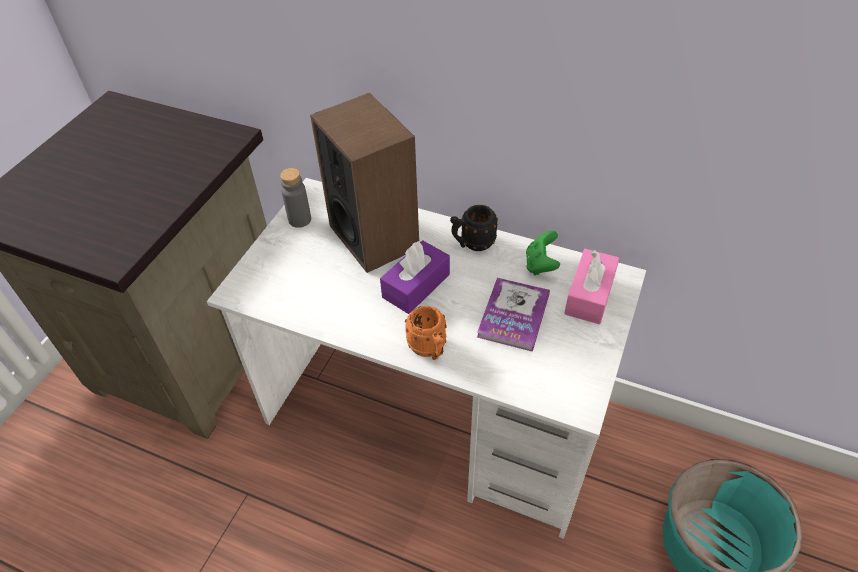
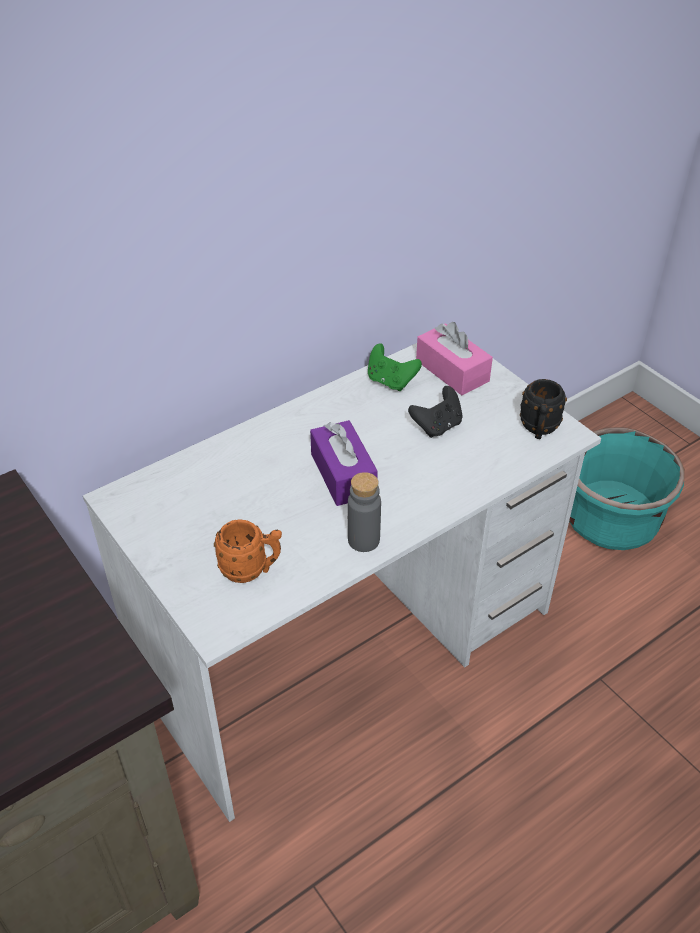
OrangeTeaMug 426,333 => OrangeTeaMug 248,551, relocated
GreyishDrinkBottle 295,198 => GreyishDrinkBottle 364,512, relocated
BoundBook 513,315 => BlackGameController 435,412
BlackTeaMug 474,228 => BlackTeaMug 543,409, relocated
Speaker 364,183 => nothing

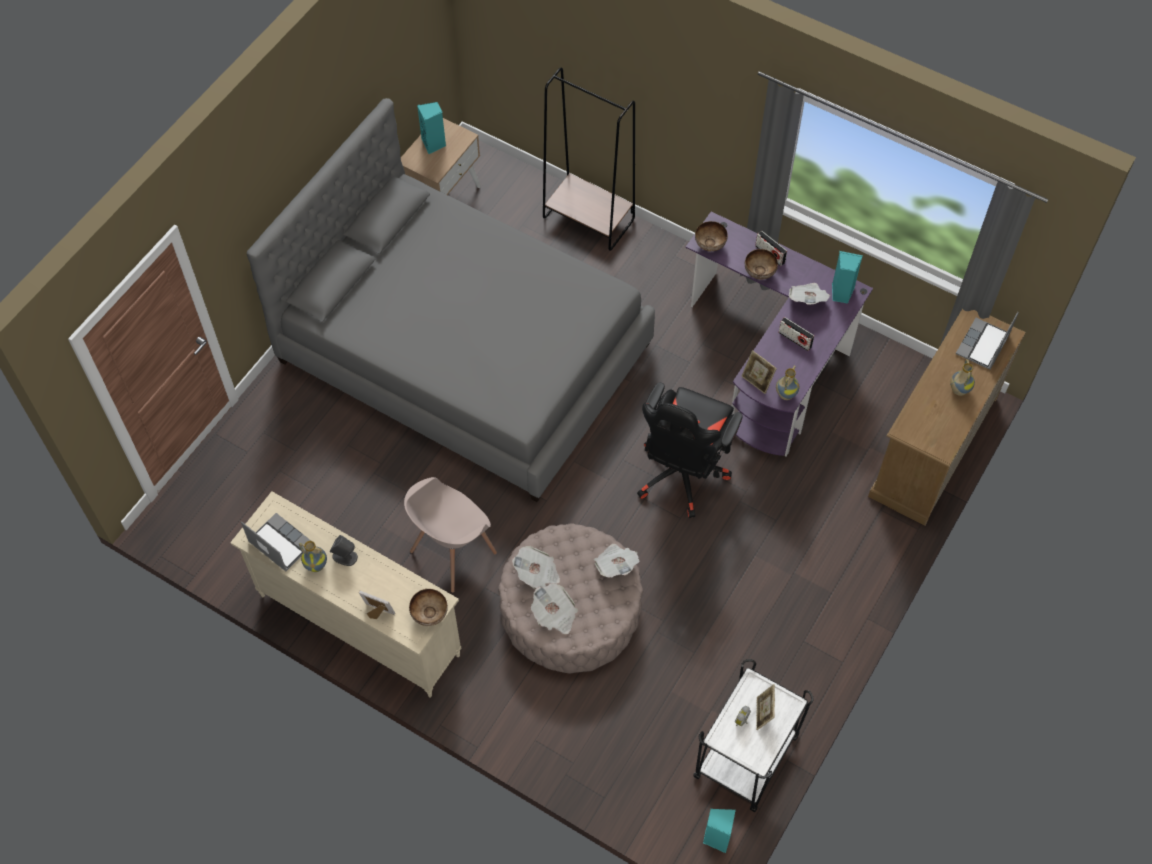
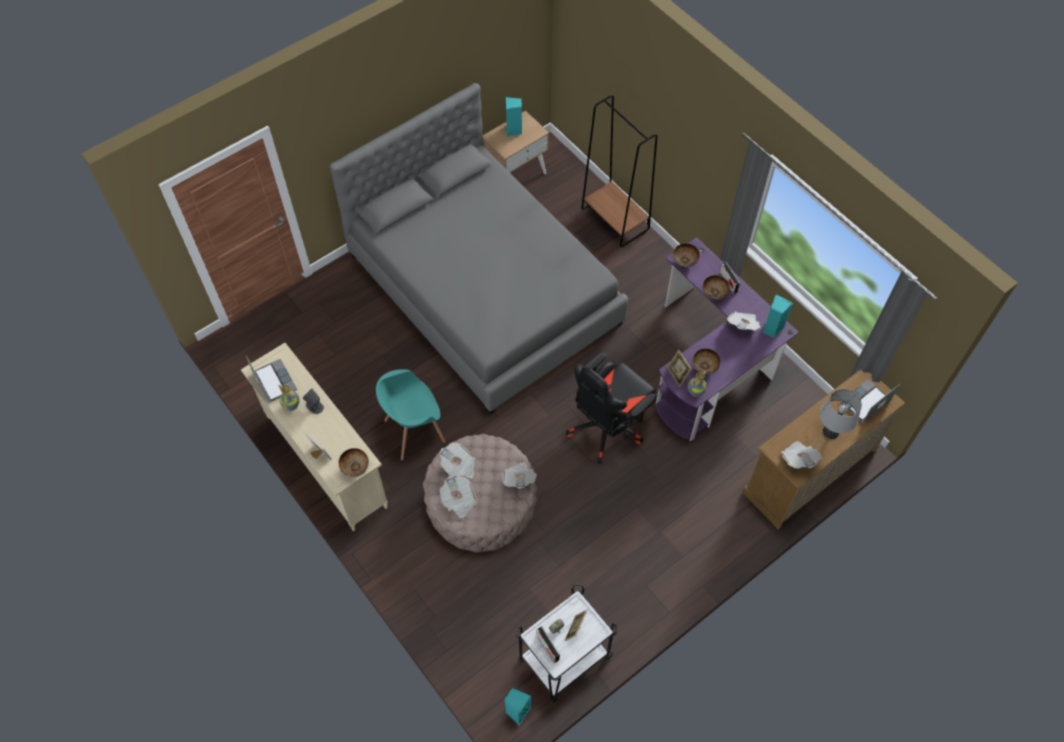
BeigeColouredUprightChair 450,534 => TurquoiseUprightChair 411,414
RadioReceiver 796,334 => RadioReceiver 548,644, relocated
nothing => Bowl 706,361
nothing => DailyPaper 801,455
FlowerVase 962,377 => GreyishTableLamp 841,414

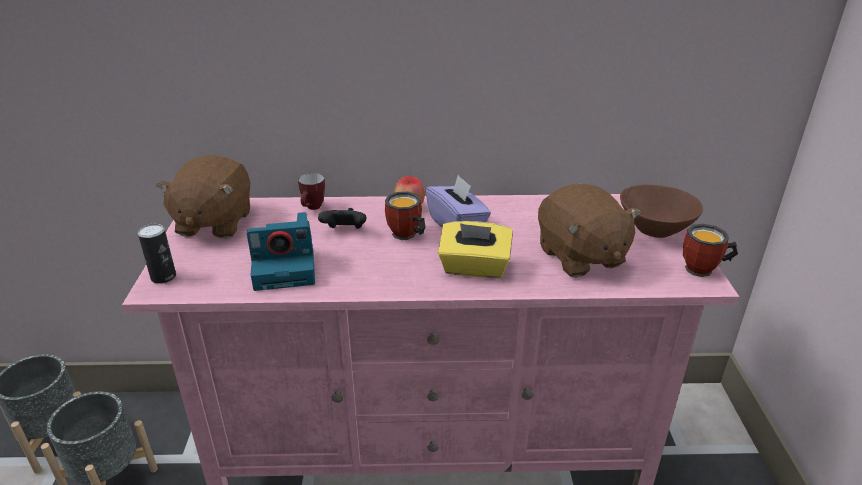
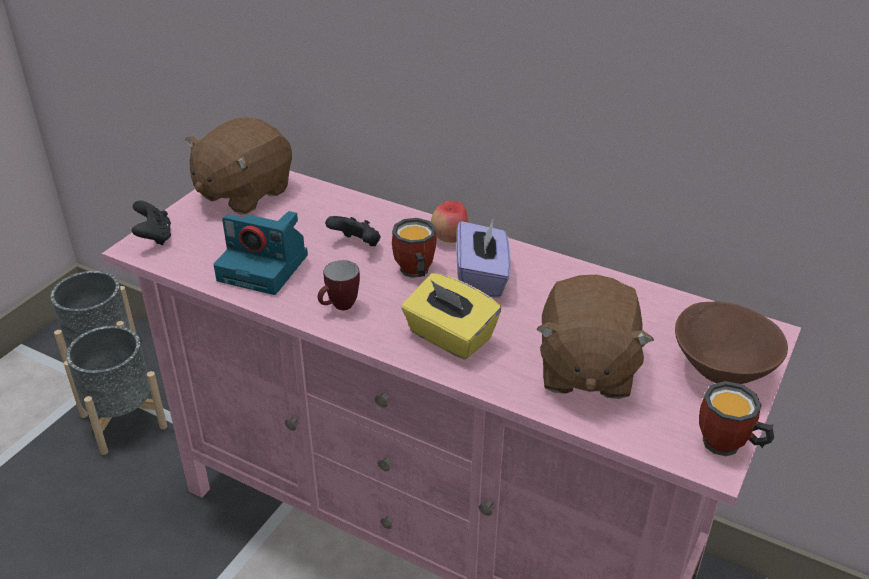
SealedCan 157,254 => BlackGameController 151,223
TeaMug 311,191 => TeaMug 339,285, relocated

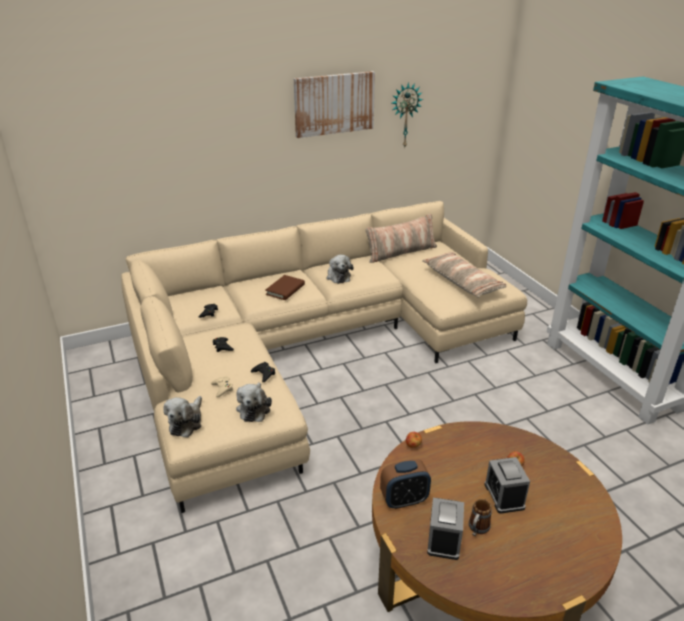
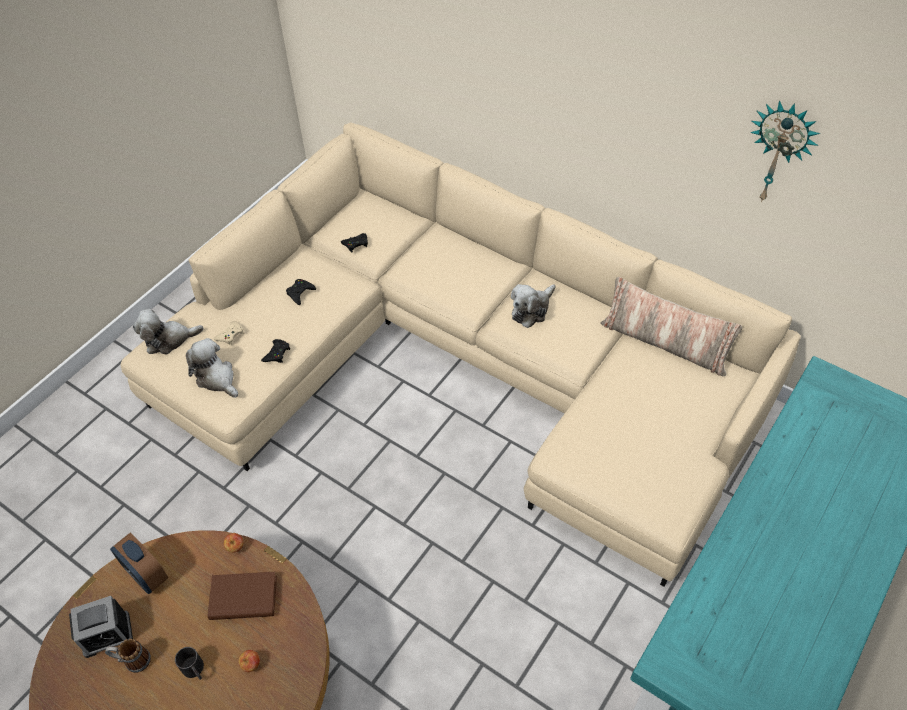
AlarmClock 507,485 => BlackTeaMug 189,663
SoftToy 254,402 => SoftToy 212,368, 75 degrees clockwise
BrownBoundBook 285,287 => BrownBoundBook 242,596, relocated
Picture 334,104 => nothing
Pillow 464,274 => nothing

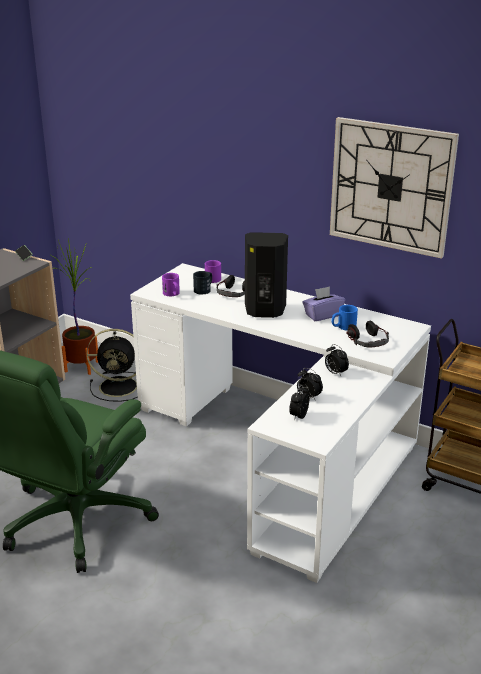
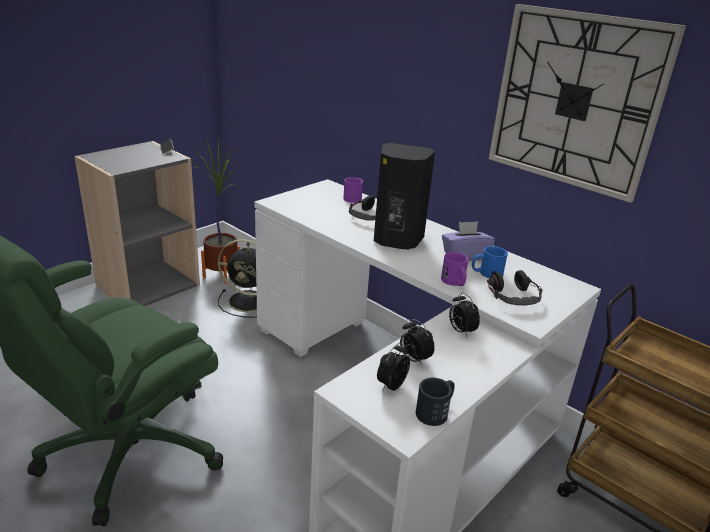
BlackTeaMug 202,282 => BlackTeaMug 435,402, relocated
PurplishTeaMug 171,284 => PurplishTeaMug 454,269, relocated

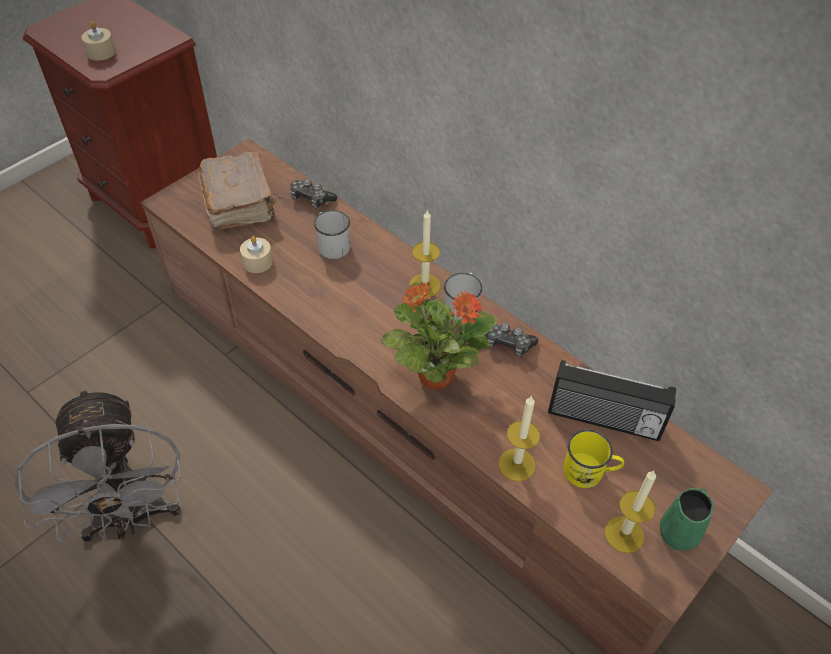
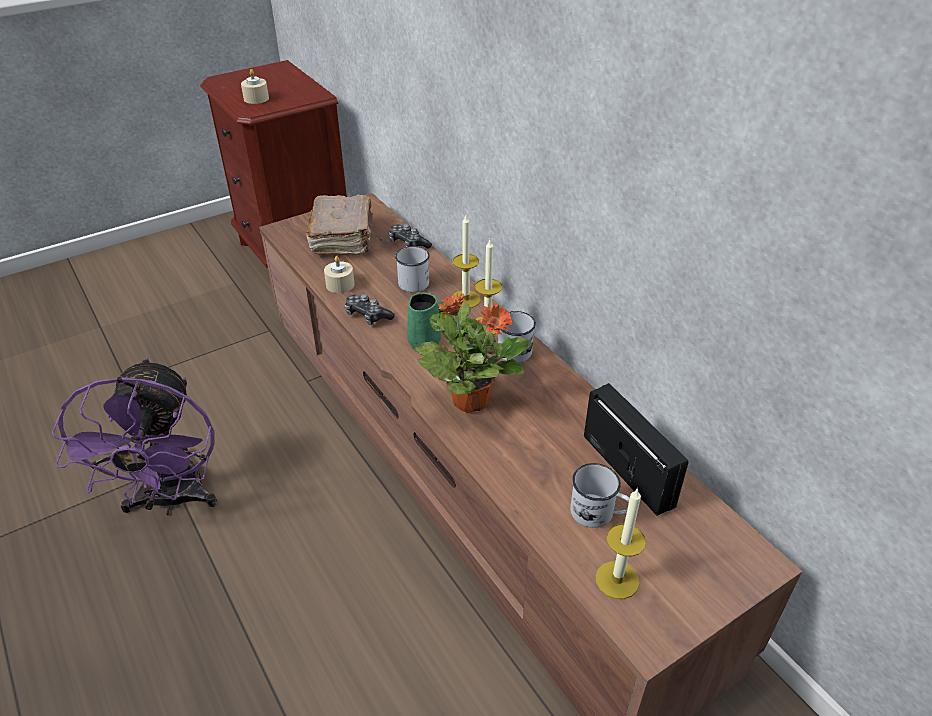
GreyishElectricFan 98,464 => PurplishElectricFan 135,436
GameController 512,340 => GameController 369,309, relocated
GreenishTeaMug 687,519 => GreenishTeaMug 425,320, relocated
WaxLight 519,438 => WaxLight 467,261, relocated
YellowishTeaMug 593,459 => WhitishTeaMug 600,495
RadioReceiver 612,400 => RadioReceiver 636,449, 150 degrees counterclockwise

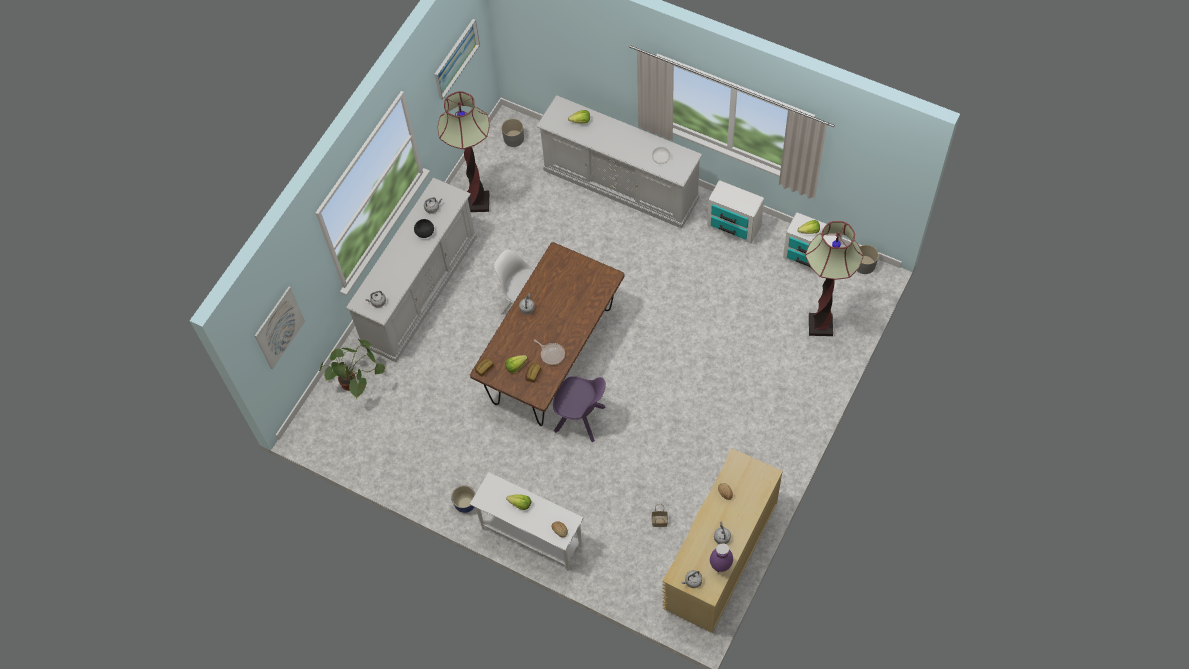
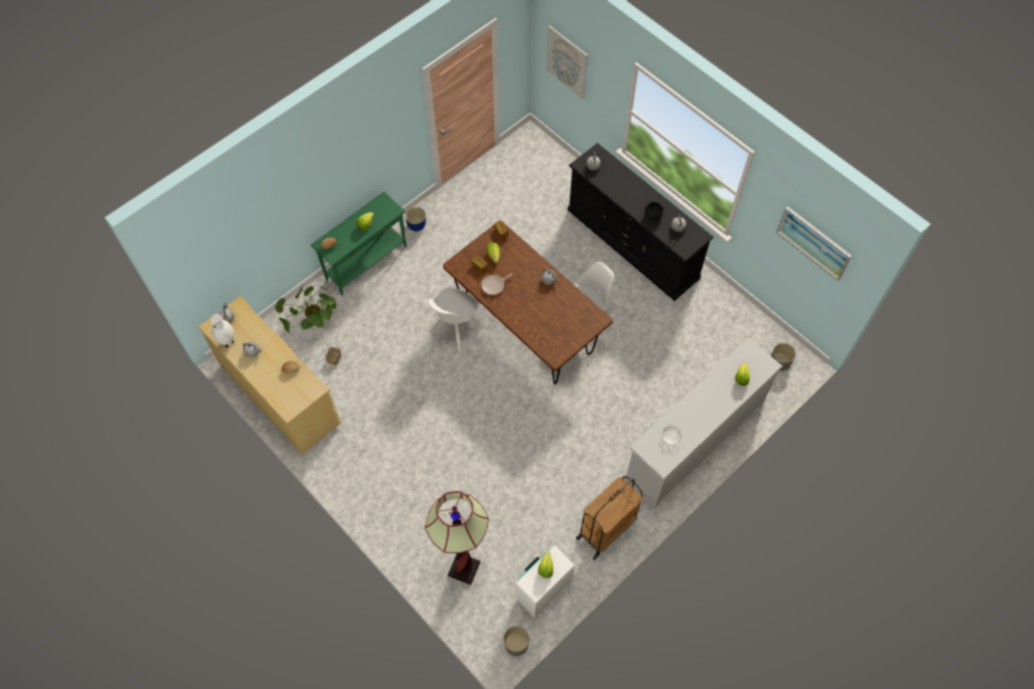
PurplishFlowerVase 721,558 => WhitishFlowerVase 222,330
PlantInAPot 352,369 => PlantInAPot 306,308, relocated
WhitishConsoleTable 527,521 => GreenishConsoleTable 359,243
PurplishUprightChair 579,409 => WhitishUprightChair 455,319
WhitishStorageCabinet 411,270 => BlackStorageCabinet 641,222
WhitishNightstand 735,211 => BrownTrolley 609,518
StandingLamp 463,151 => nothing

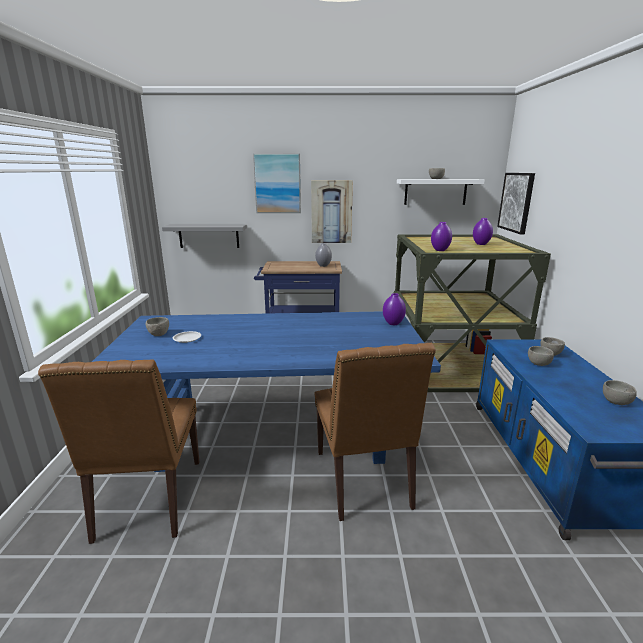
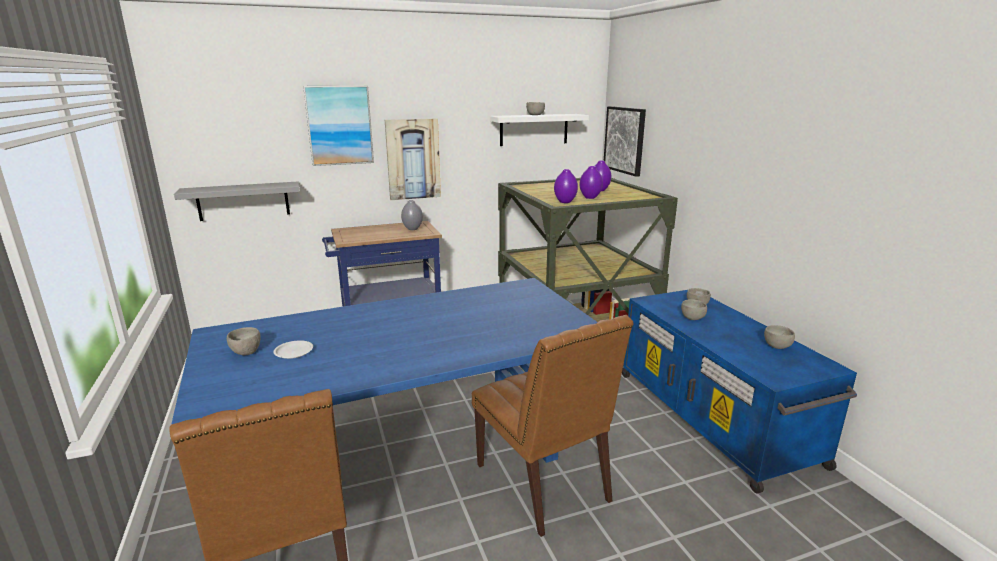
PurplishFlowerVase 394,309 => PurplishFlowerVase 591,182, relocated

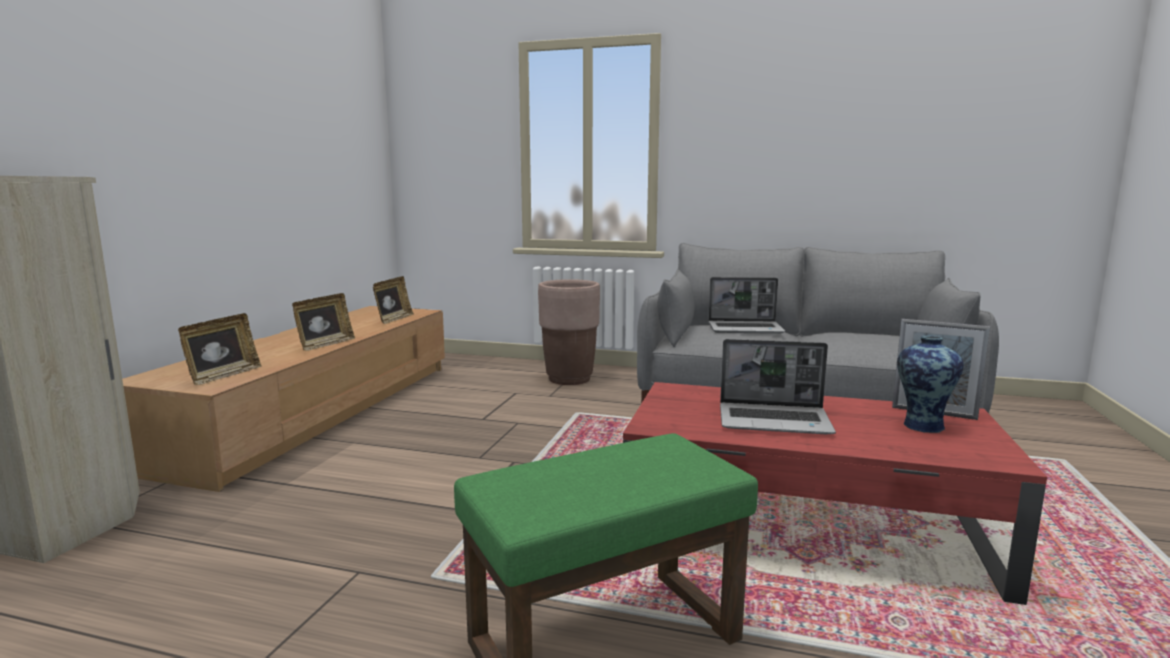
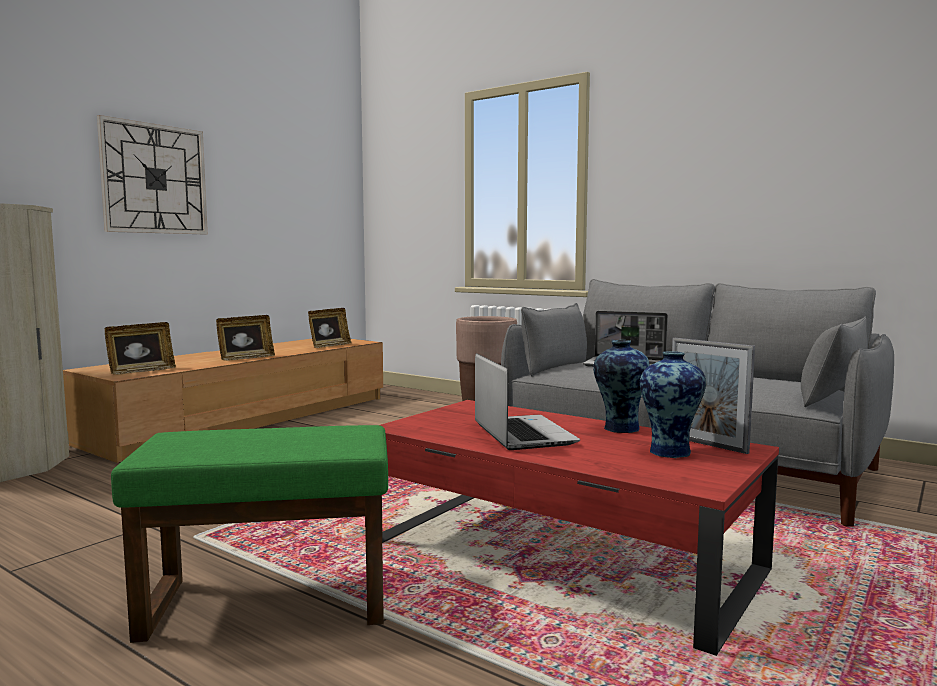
nothing => HangingClock 152,174
Laptop 778,386 => Laptop 527,401, 135 degrees counterclockwise
nothing => FlowerVase 621,386

